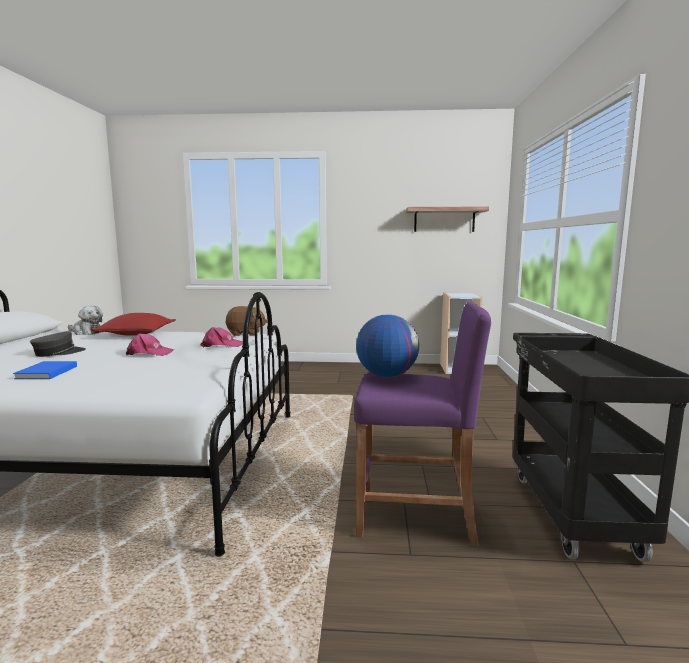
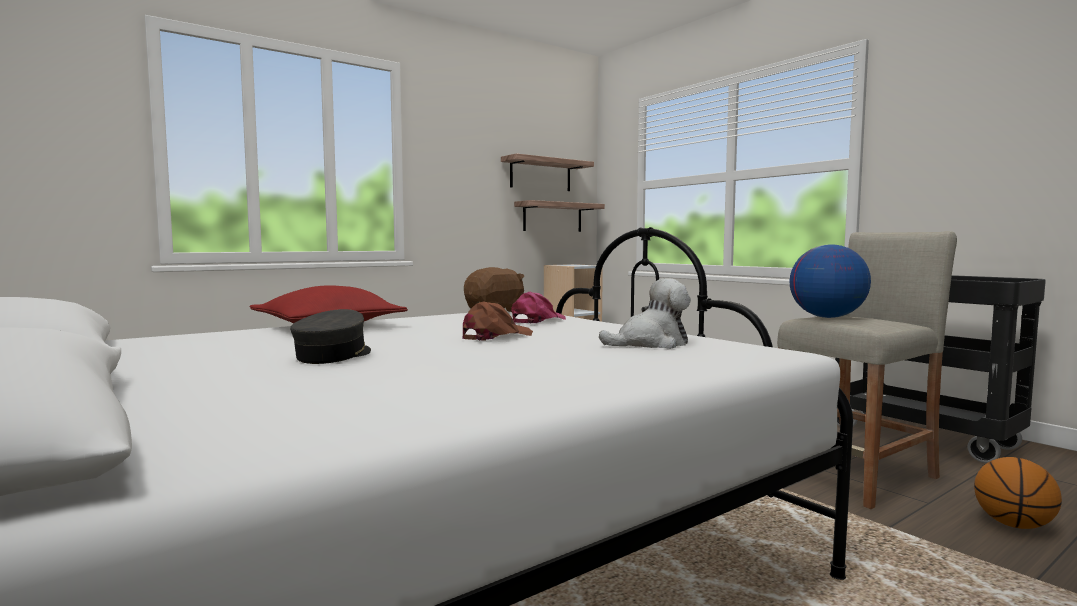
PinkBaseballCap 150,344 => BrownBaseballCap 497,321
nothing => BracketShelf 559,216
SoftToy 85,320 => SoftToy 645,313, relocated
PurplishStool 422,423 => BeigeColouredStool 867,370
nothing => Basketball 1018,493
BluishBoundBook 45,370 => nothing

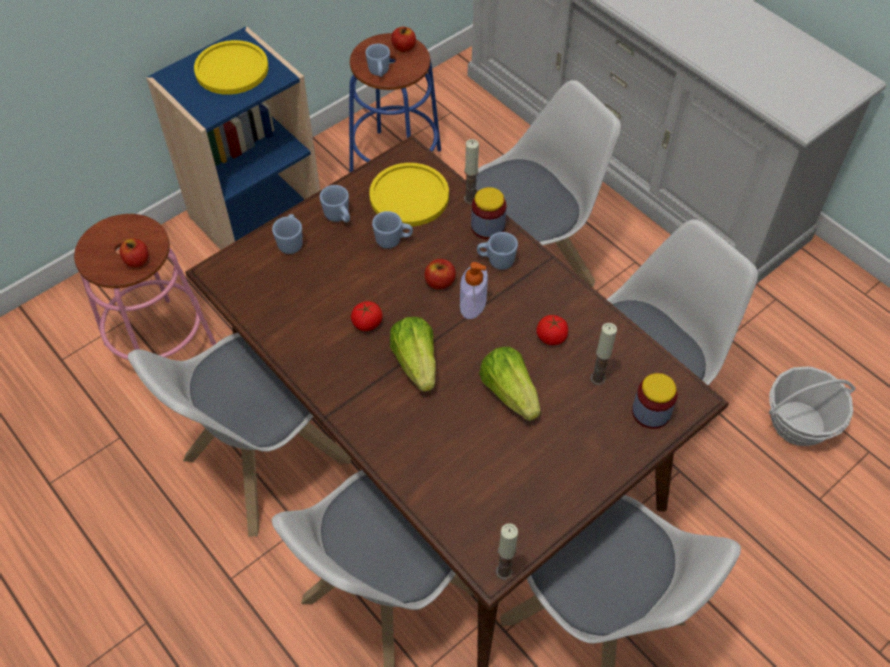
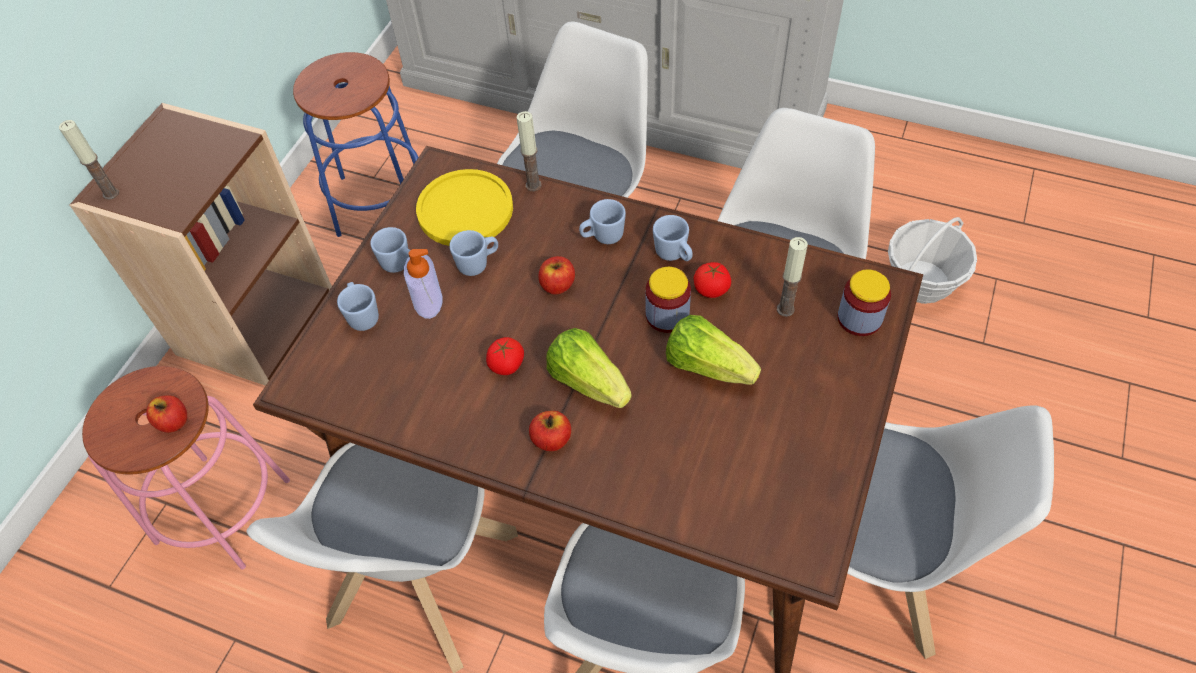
WaxLight 507,551 => WaxLight 89,160, relocated
BluishBookshelf 233,138 => BrownBookshelf 201,244
SoapDispenser 474,290 => SoapDispenser 423,284, relocated
AppleFruit 403,39 => AppleFruit 550,431, relocated
PreserveJar 488,213 => PreserveJar 668,300, relocated
BluishTeaMug 377,60 => BluishTeaMug 673,238, relocated
YellowishPlate 231,67 => nothing

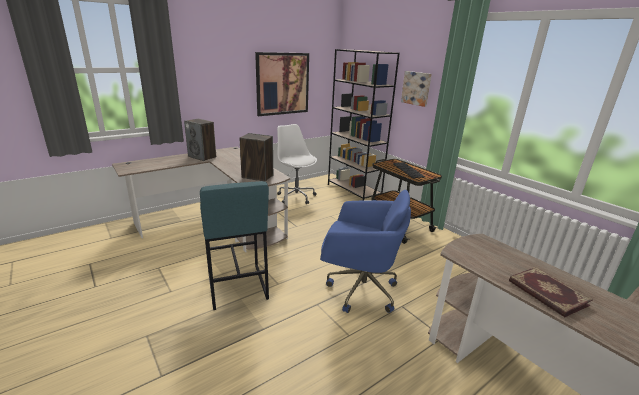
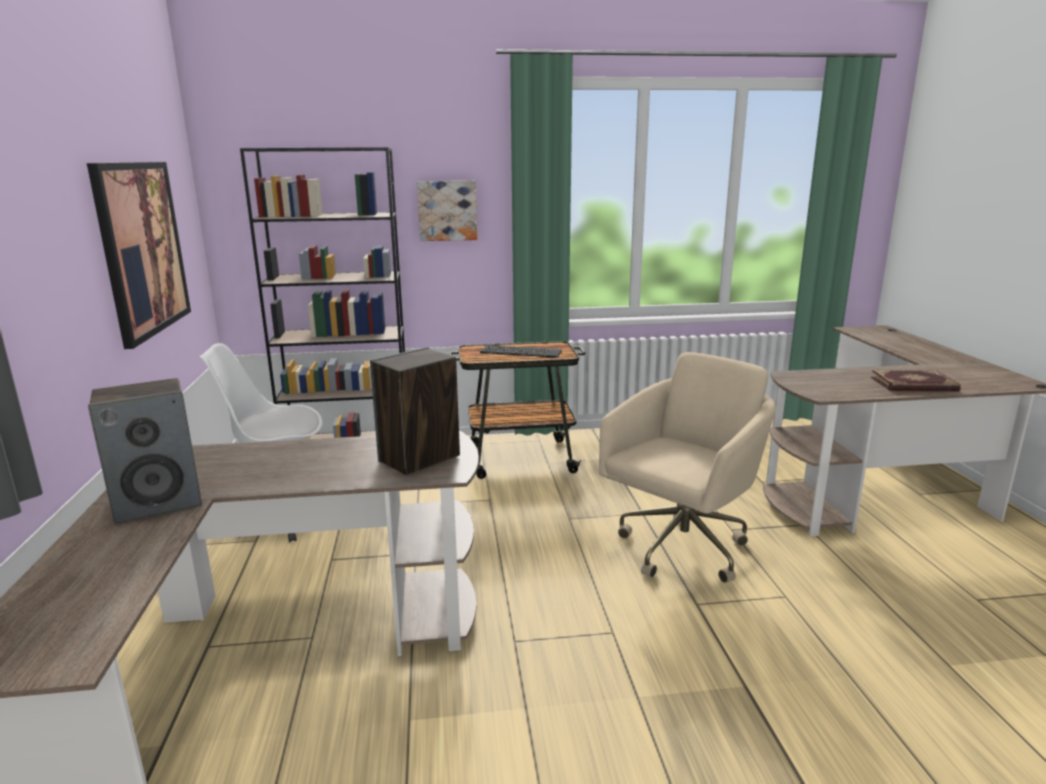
BluishOfficeChair 365,251 => BeigeColouredOfficeChair 687,467
TurquoiseStool 234,245 => nothing

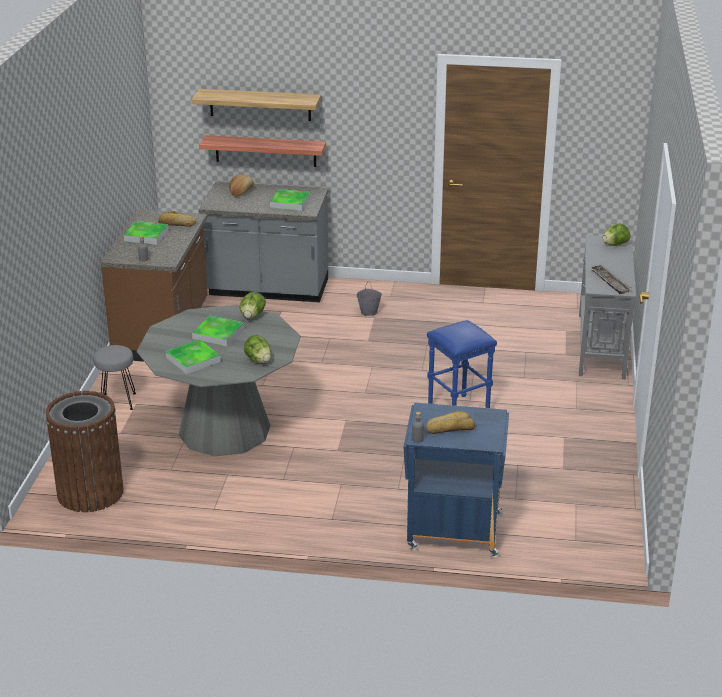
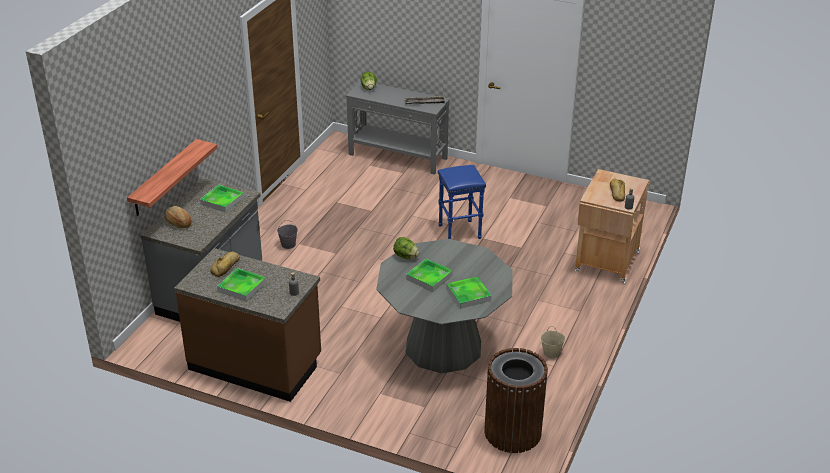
nothing => BeigeColouredPail 553,342
BluishTrolley 456,480 => BrownTrolley 612,226
GreyishStool 114,377 => nothing
BracketShelf 256,105 => nothing
HeadOfLettuce 257,349 => nothing

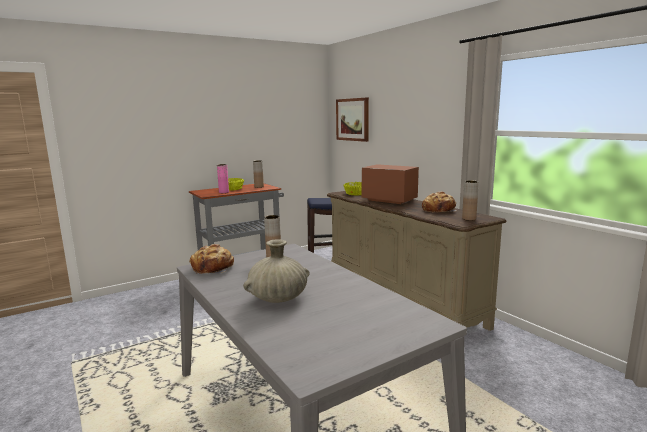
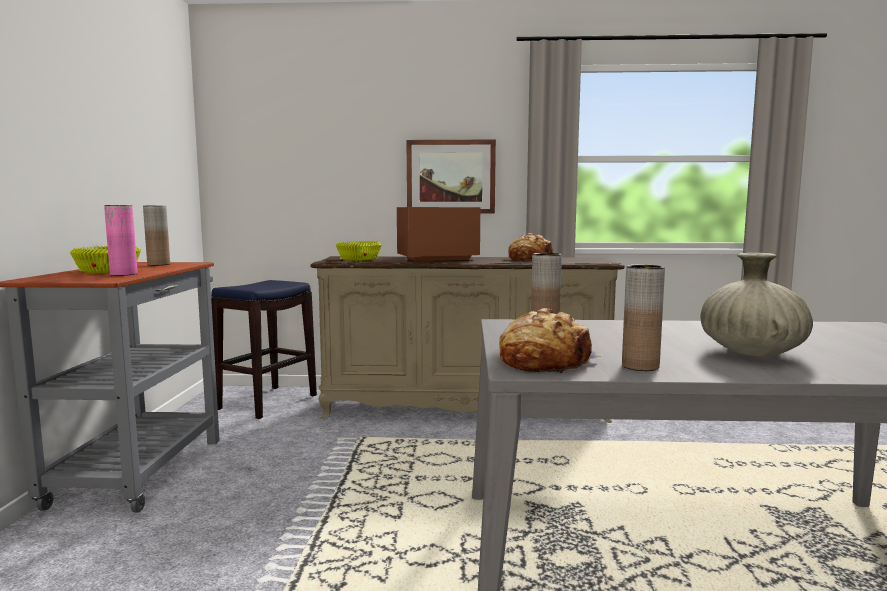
Picture 352,119 => Picture 451,176, relocated
BrownFlowerVase 470,200 => BrownFlowerVase 643,318, relocated

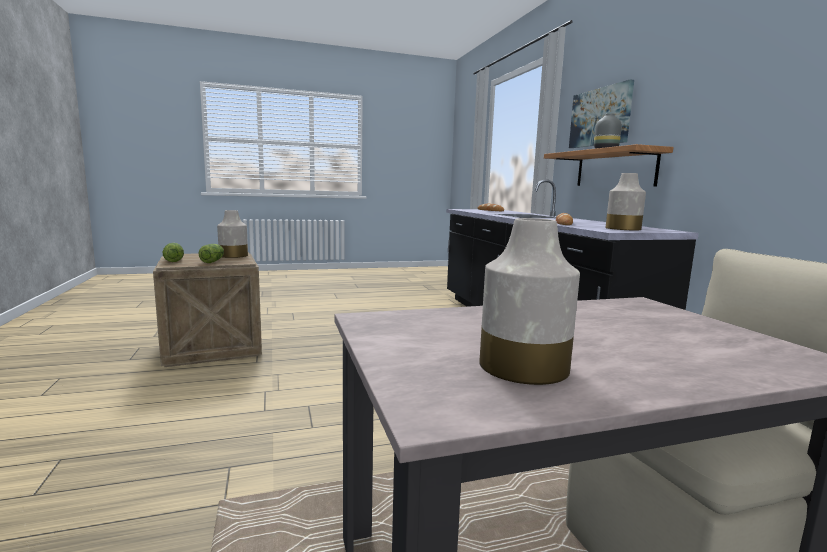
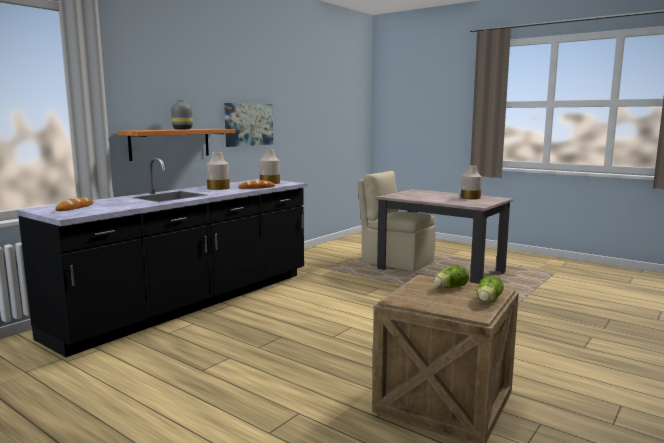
BeigeColouredFlowerVase 232,234 => BeigeColouredFlowerVase 218,171, relocated
Picture 601,113 => Picture 248,125, relocated

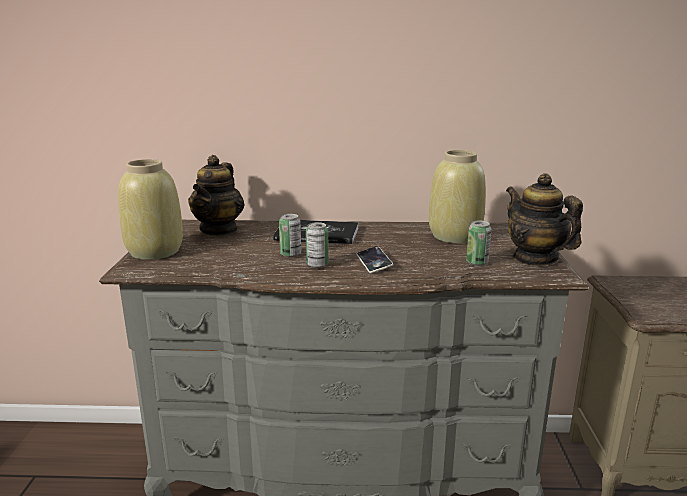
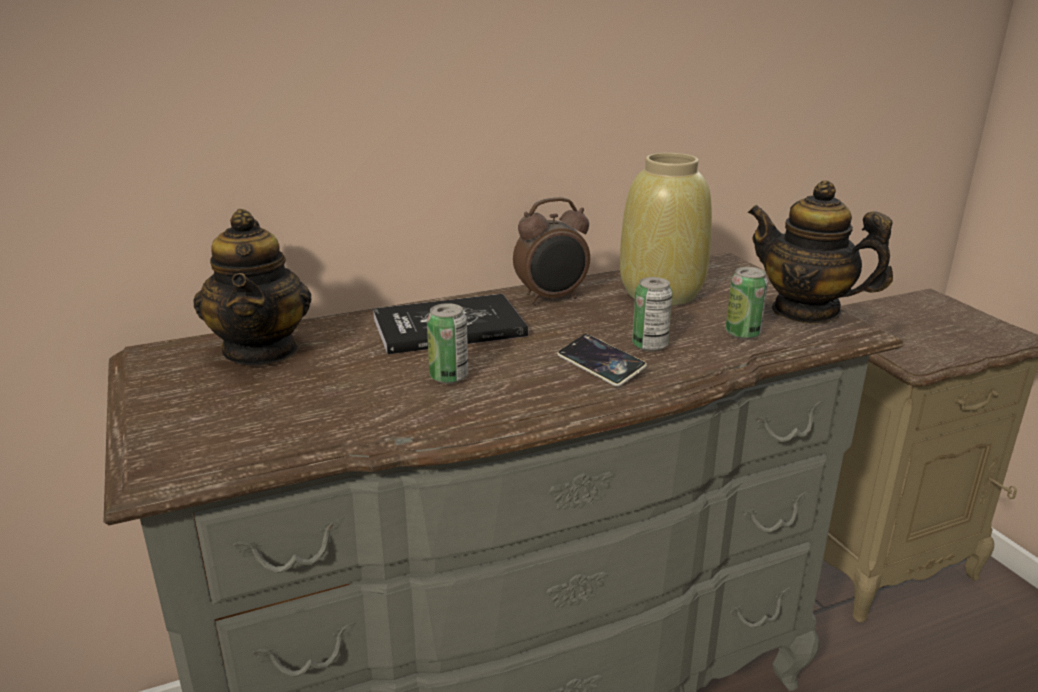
nothing => AlarmClock 551,250
SealedCan 317,245 => SealedCan 652,314, relocated
BeigeColouredFlowerVase 150,209 => nothing

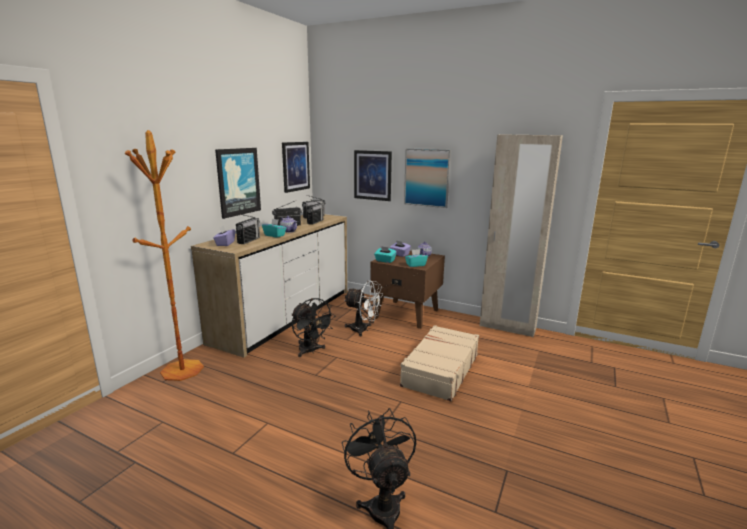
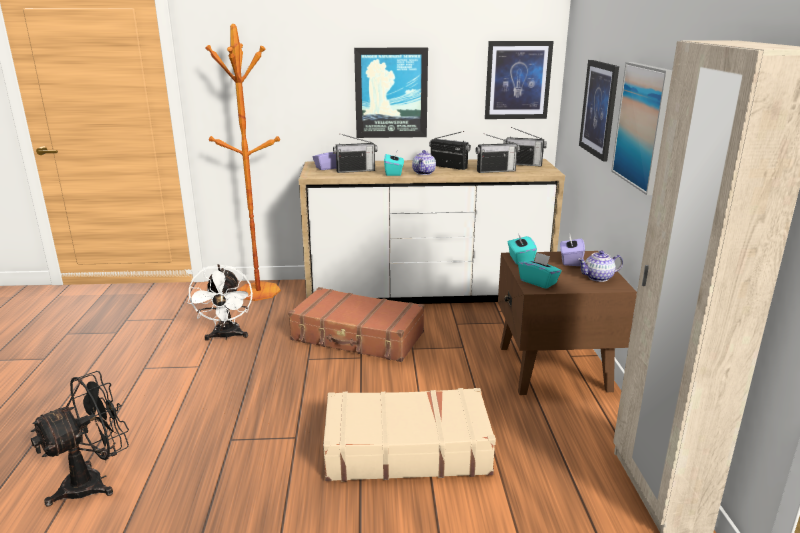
WhitishElectricFan 363,308 => WhitishElectricFan 220,302, relocated
BlackElectricFan 313,327 => BrownSuitcase 356,324

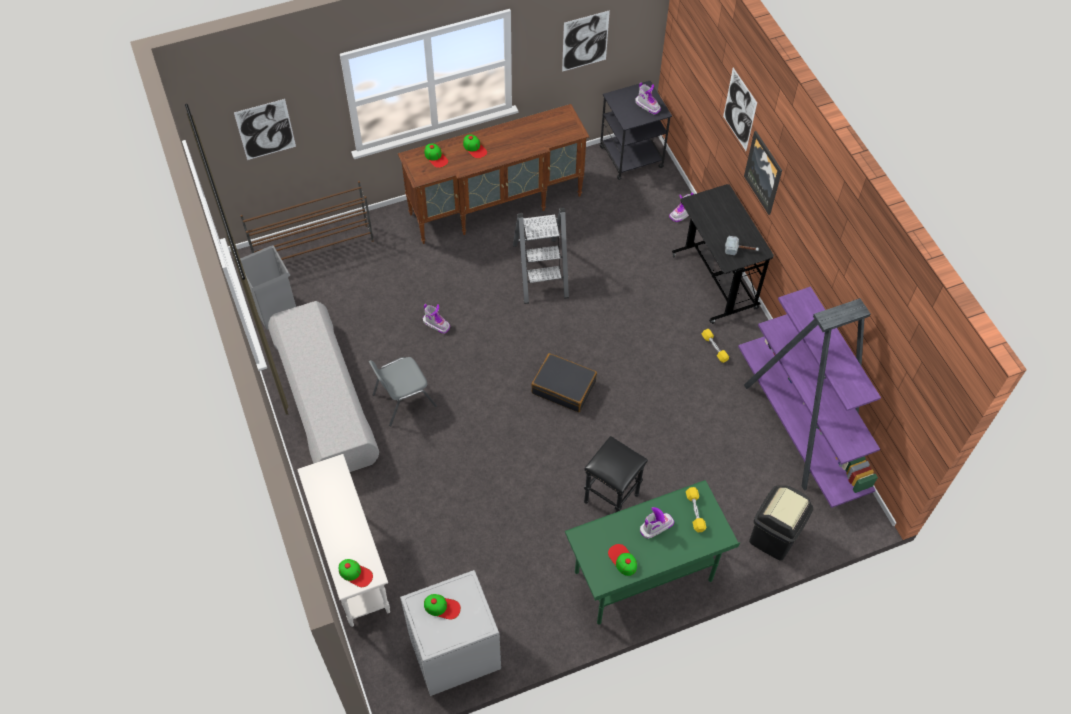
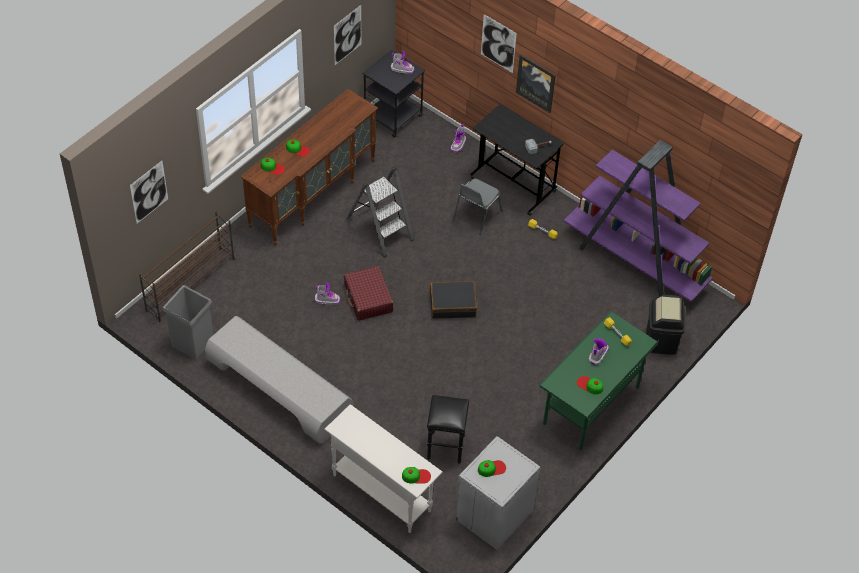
nothing => ReddishSuitcase 368,293
BlackStool 616,474 => BlackStool 448,429, relocated
GreyishUprightChair 403,391 => GreyishUprightChair 477,207, relocated

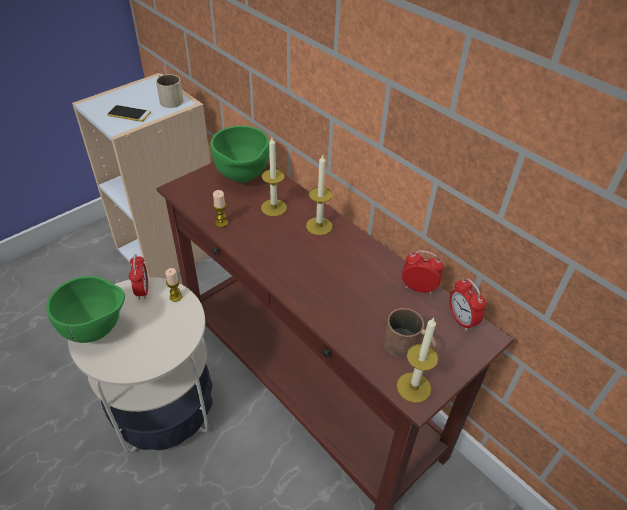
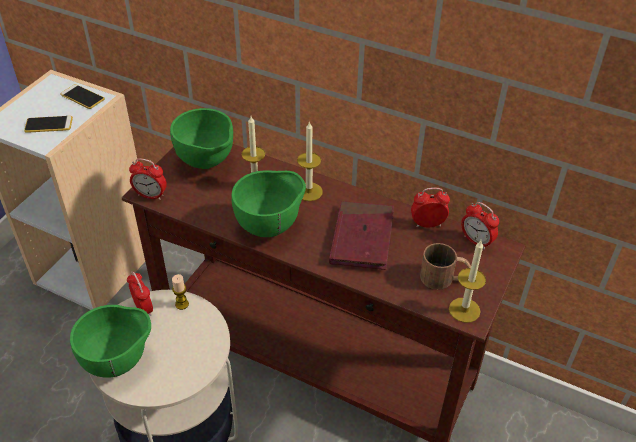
BeigeColouredTeaMug 170,91 => Telephone 82,96
nothing => AlarmClock 148,179
nothing => GreenishBowl 268,203
nothing => ReddishBoundBook 361,235
WaxLight 220,208 => nothing

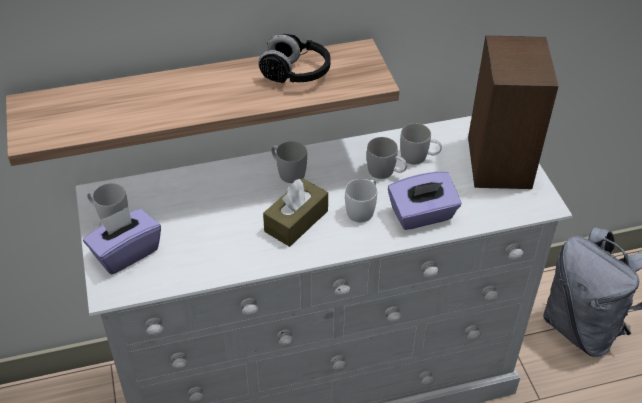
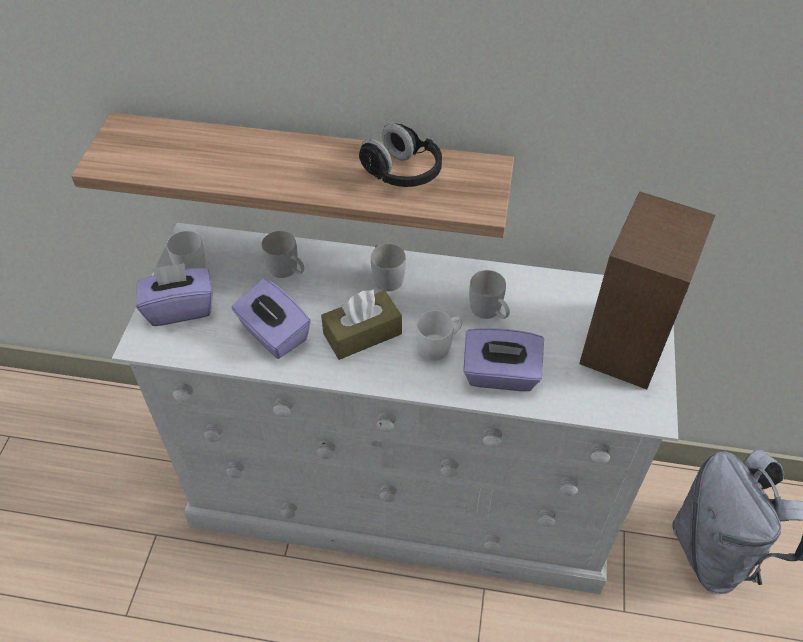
nothing => PurplishTissueHolder 271,318
WhitishTeaMug 421,144 => WhitishTeaMug 282,254, relocated

